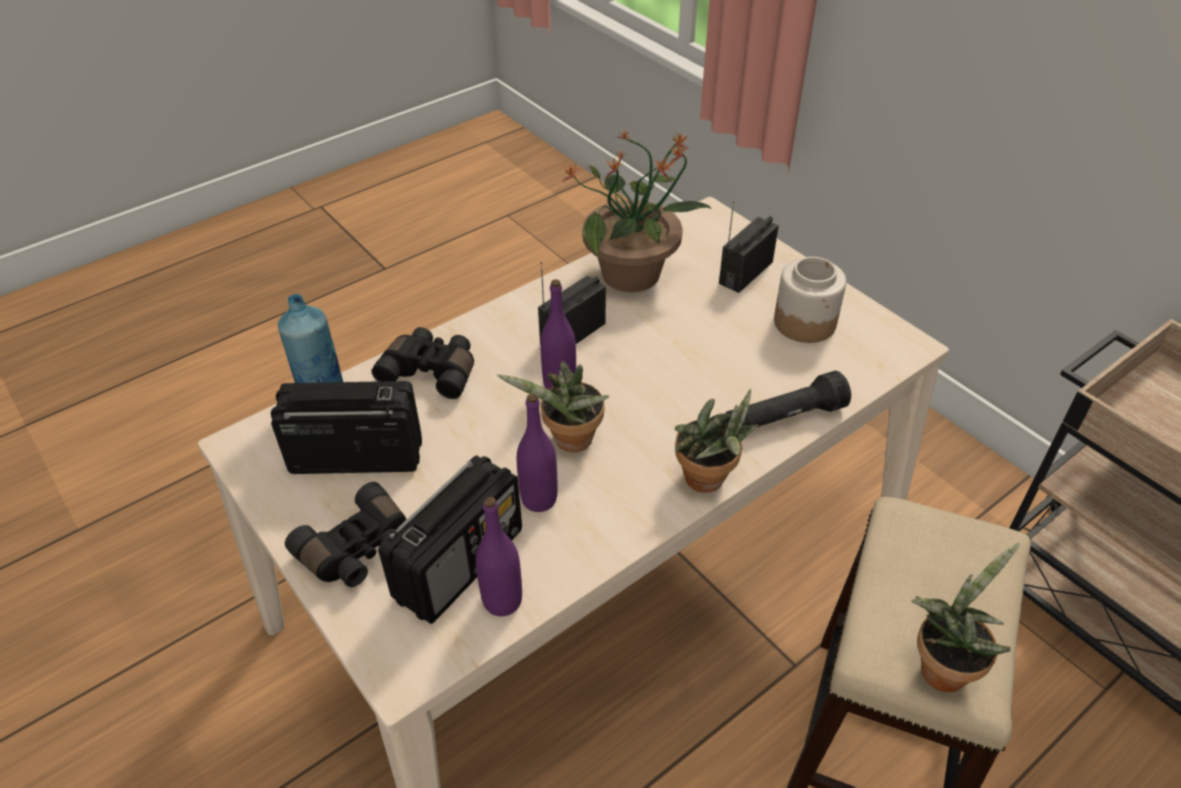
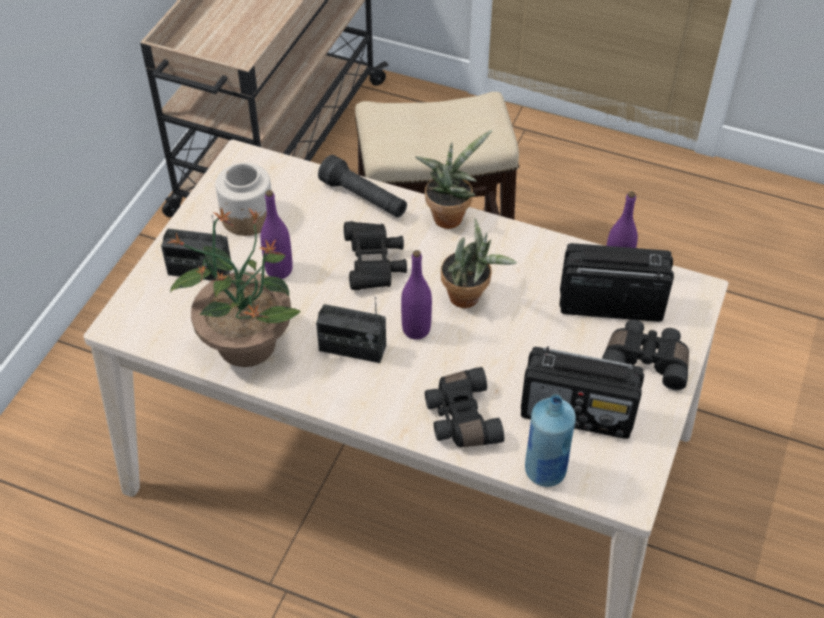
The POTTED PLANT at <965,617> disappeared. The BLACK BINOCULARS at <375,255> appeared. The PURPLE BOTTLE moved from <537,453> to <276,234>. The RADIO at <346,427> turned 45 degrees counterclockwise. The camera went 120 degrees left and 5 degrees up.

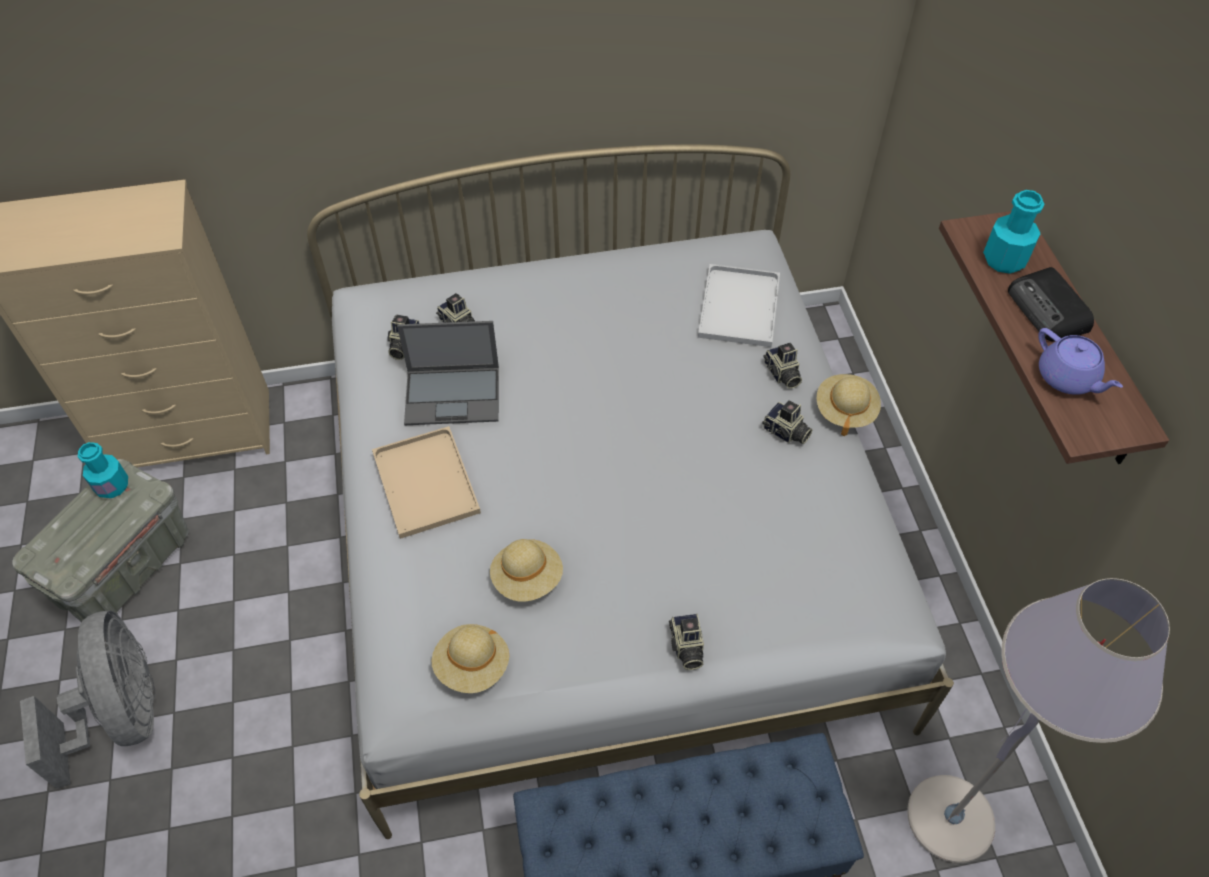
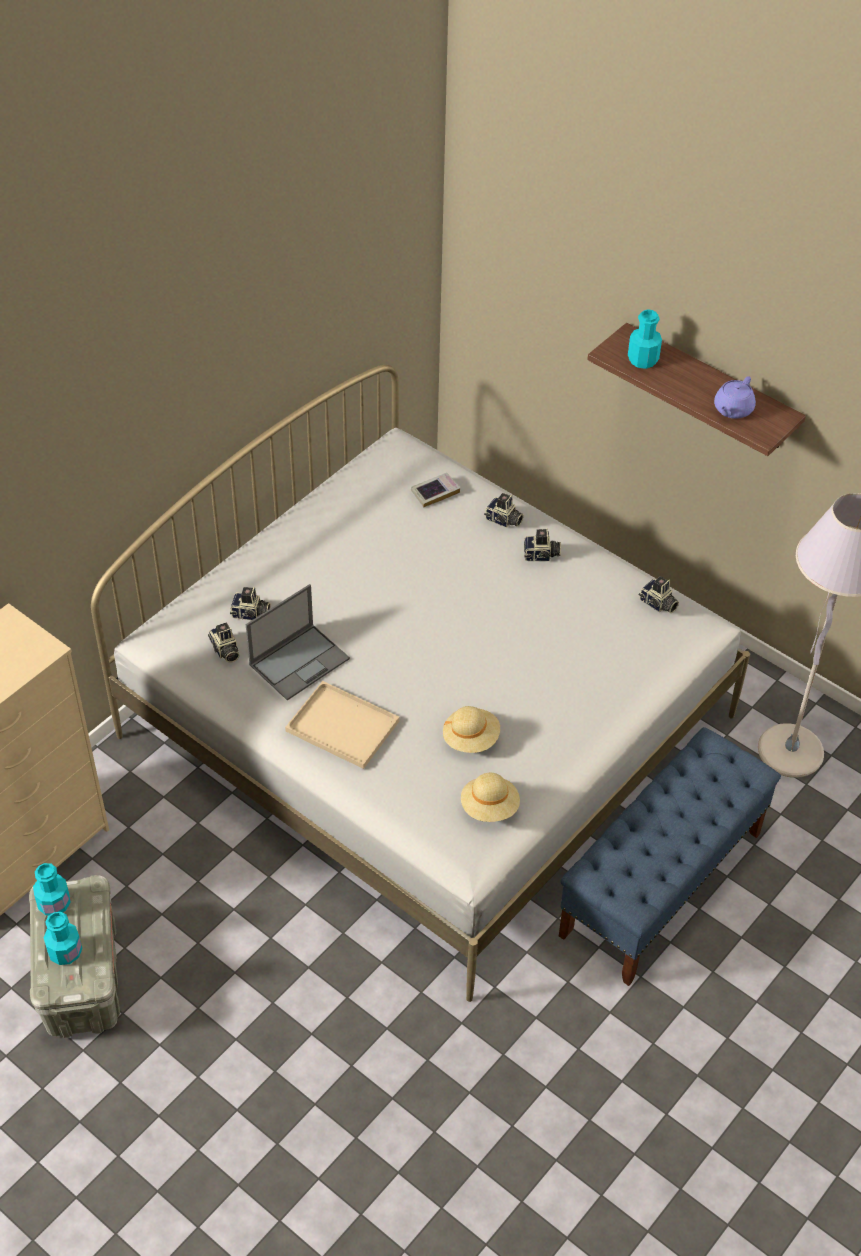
The GREY FAN at <87,700> disappeared. The BEIGE HAT at <849,405> disappeared. The RADIO at <1051,304> disappeared. The TURQUOISE BOTTLE at <63,938> appeared. The PHOTO CAMERA moved from <686,642> to <659,594>. The WHITE TRAY at <739,305> was replaced by the BOOK at <435,490>. The PURPLE TEAPOT at <1080,361> turned 105 degrees clockwise. The camera went 40 degrees left and 5 degrees down.

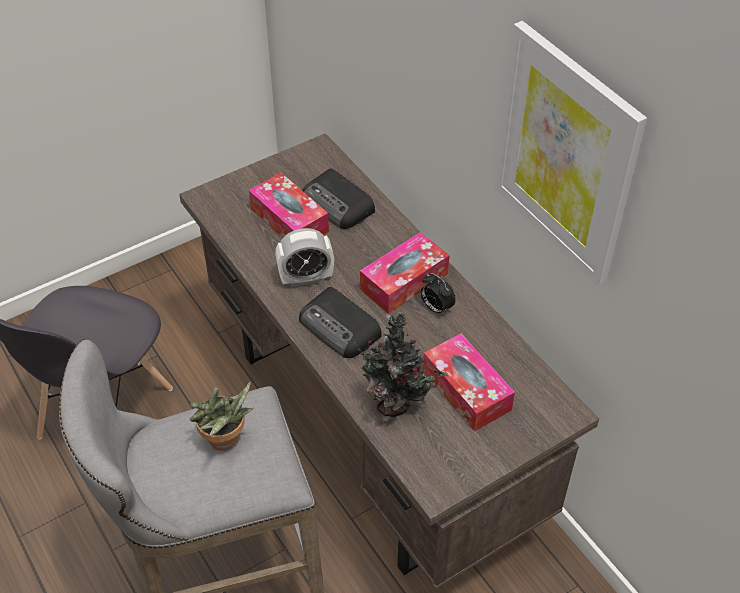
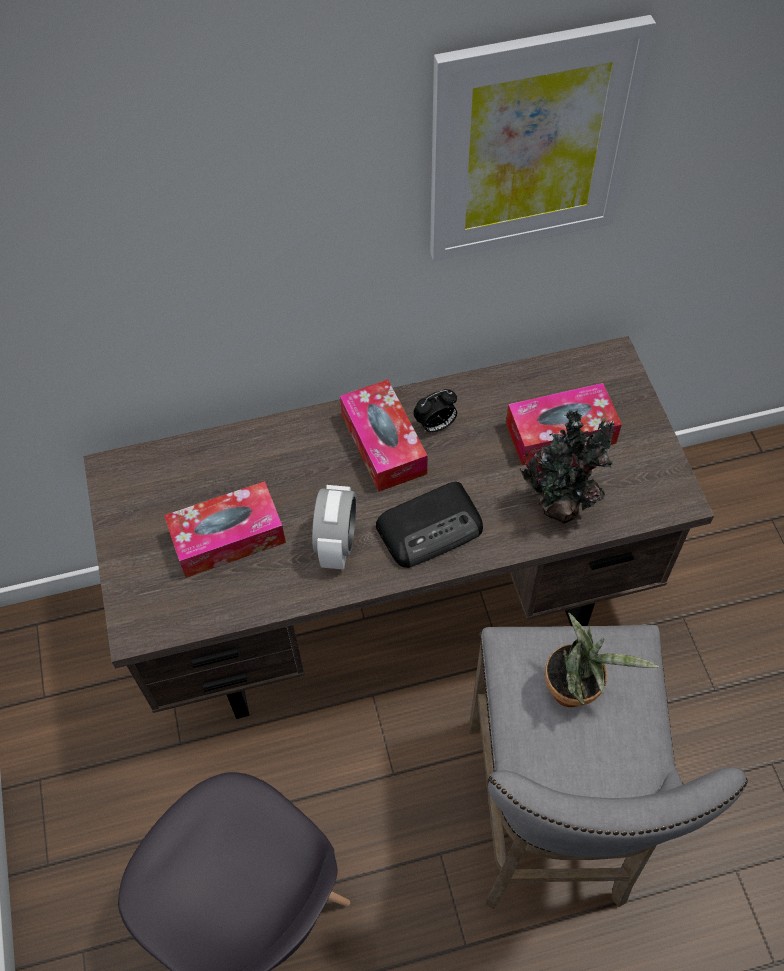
The RADIO at <338,198> disappeared. The camera went 70 degrees left and 10 degrees up.

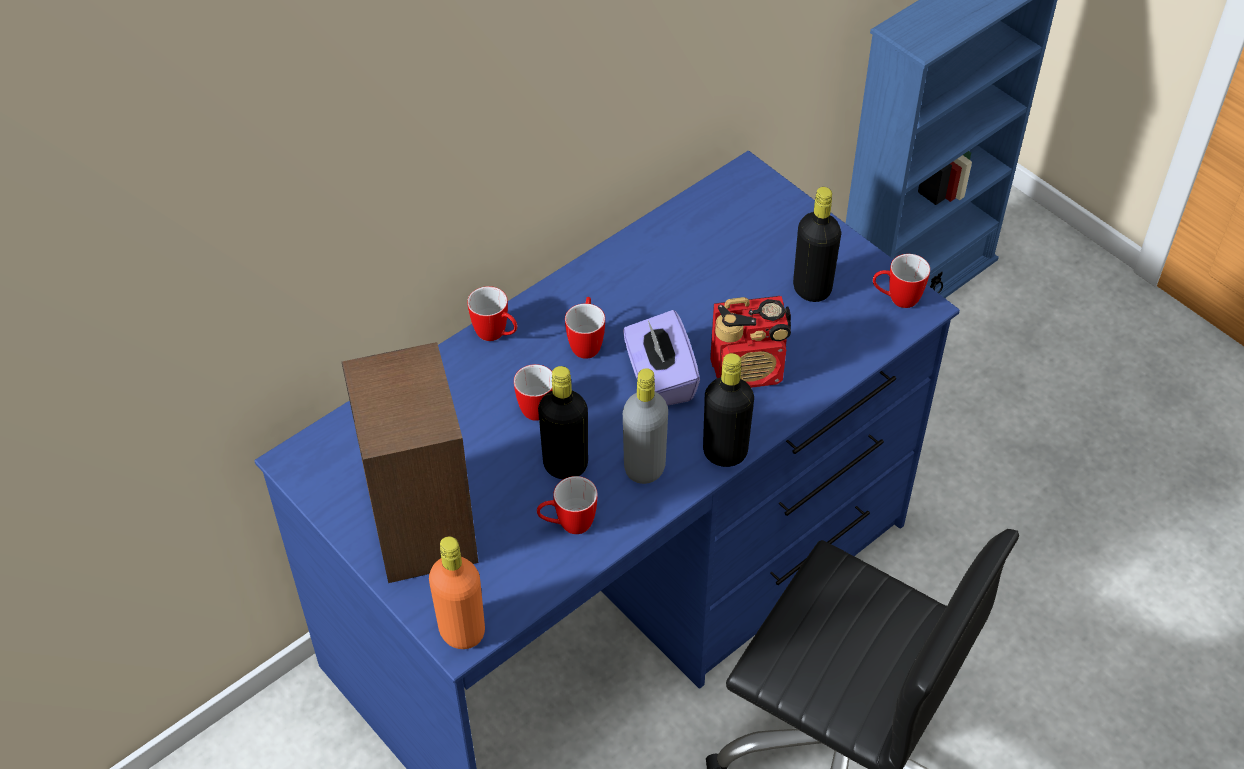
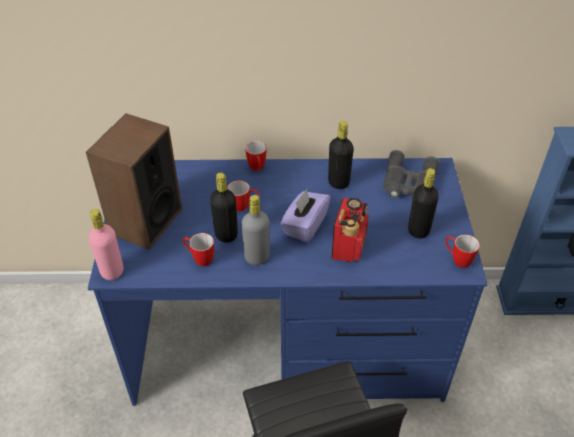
The MUG at <585,328> disappeared. The GREY BINOCULARS at <411,175> appeared. The BLACK BOTTLE moved from <728,410> to <341,155>. The ORANGE BOTTLE at <457,593> became the PINK BOTTLE at <106,244>. The RADIO at <750,342> turned 105 degrees counterclockwise. The camera went 40 degrees right and 5 degrees down.

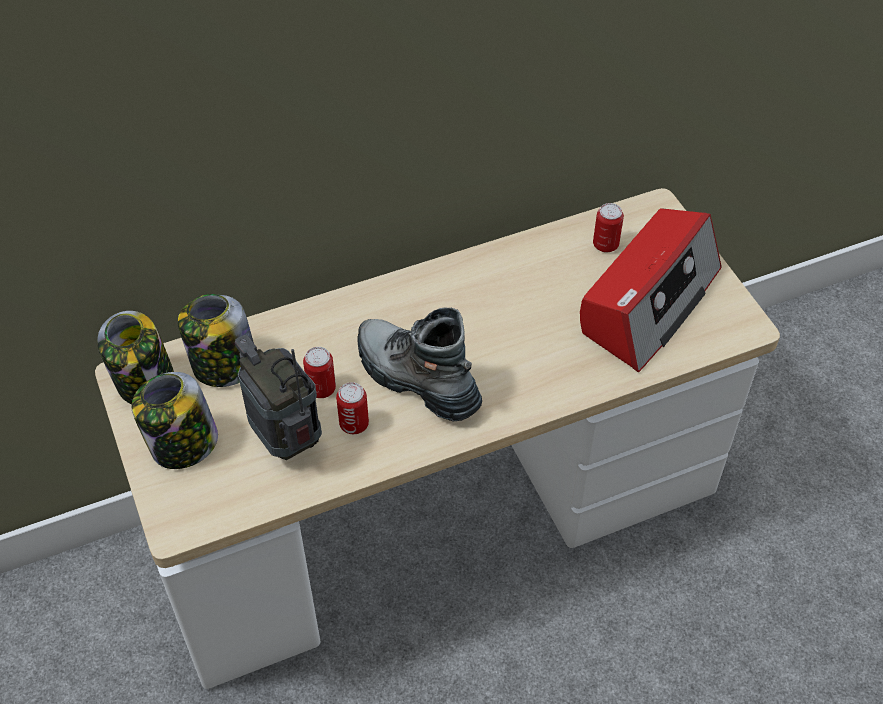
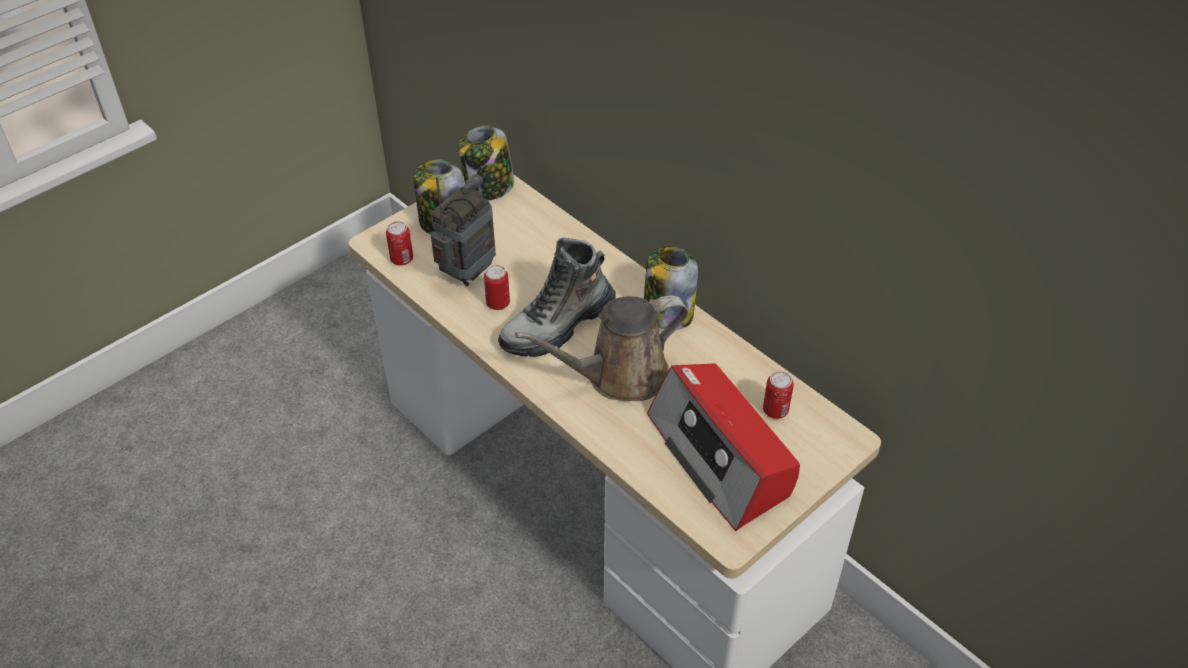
The BROWN WATERING CAN at <602,348> appeared. The JAR moved from <216,340> to <671,288>. The CAN moved from <319,372> to <399,243>. The BOOT at <419,364> turned 150 degrees counterclockwise. The RADIO at <651,290> turned 45 degrees clockwise. The camera went 70 degrees right and 5 degrees down.

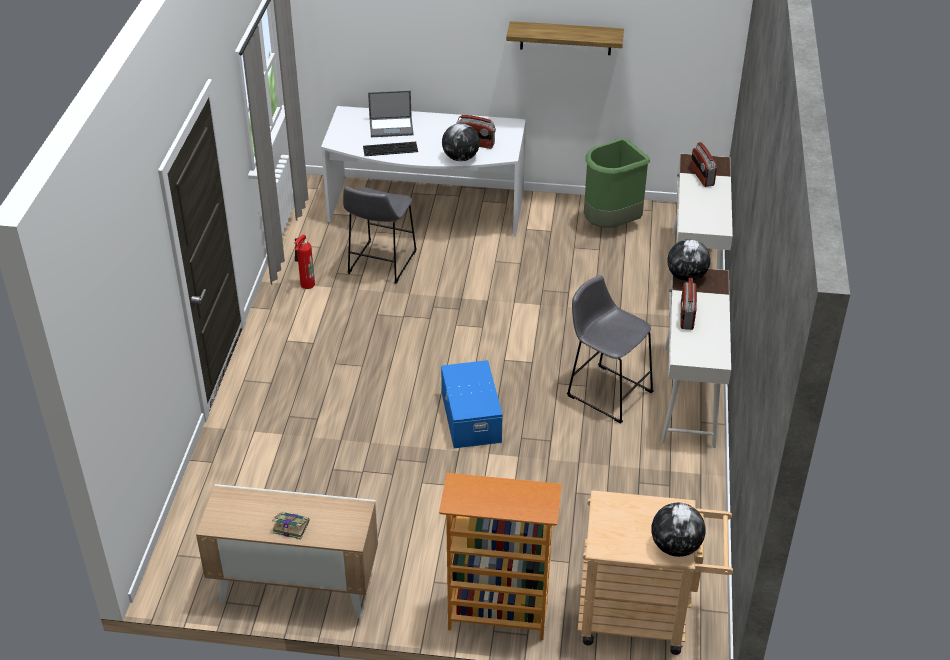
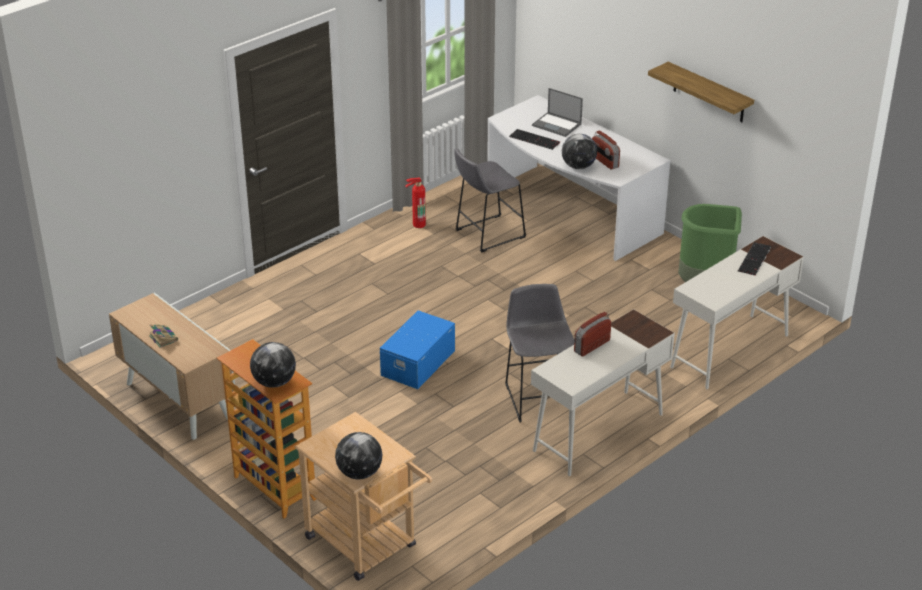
The GLOBE moved from <688,260> to <273,365>. The RADIO at <704,164> was replaced by the KEYBOARD at <754,259>. The camera went 40 degrees right and 5 degrees down.

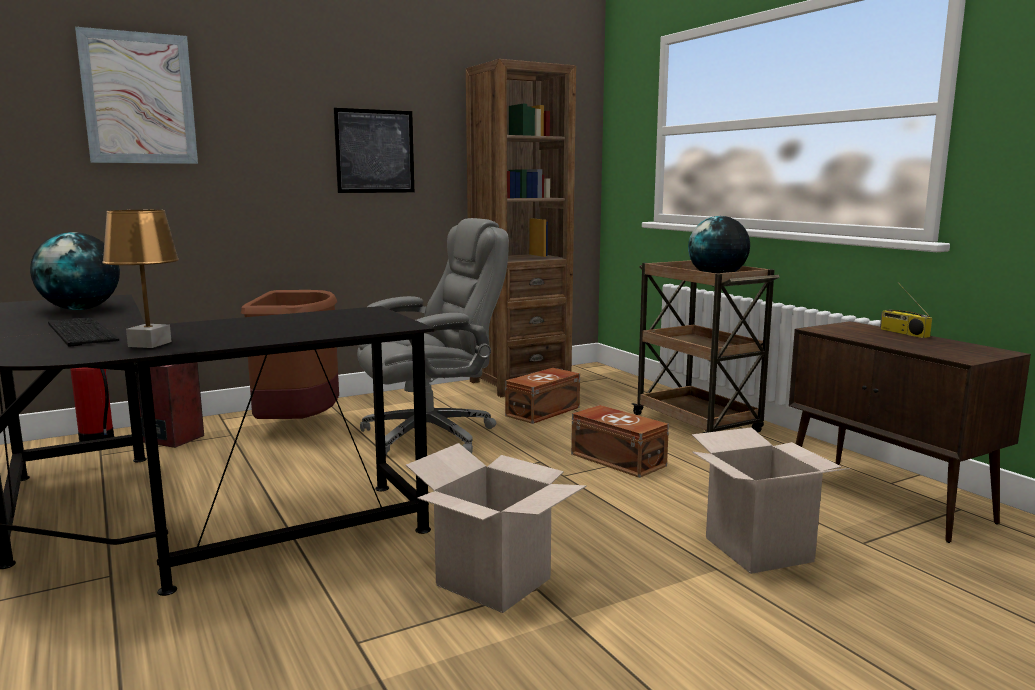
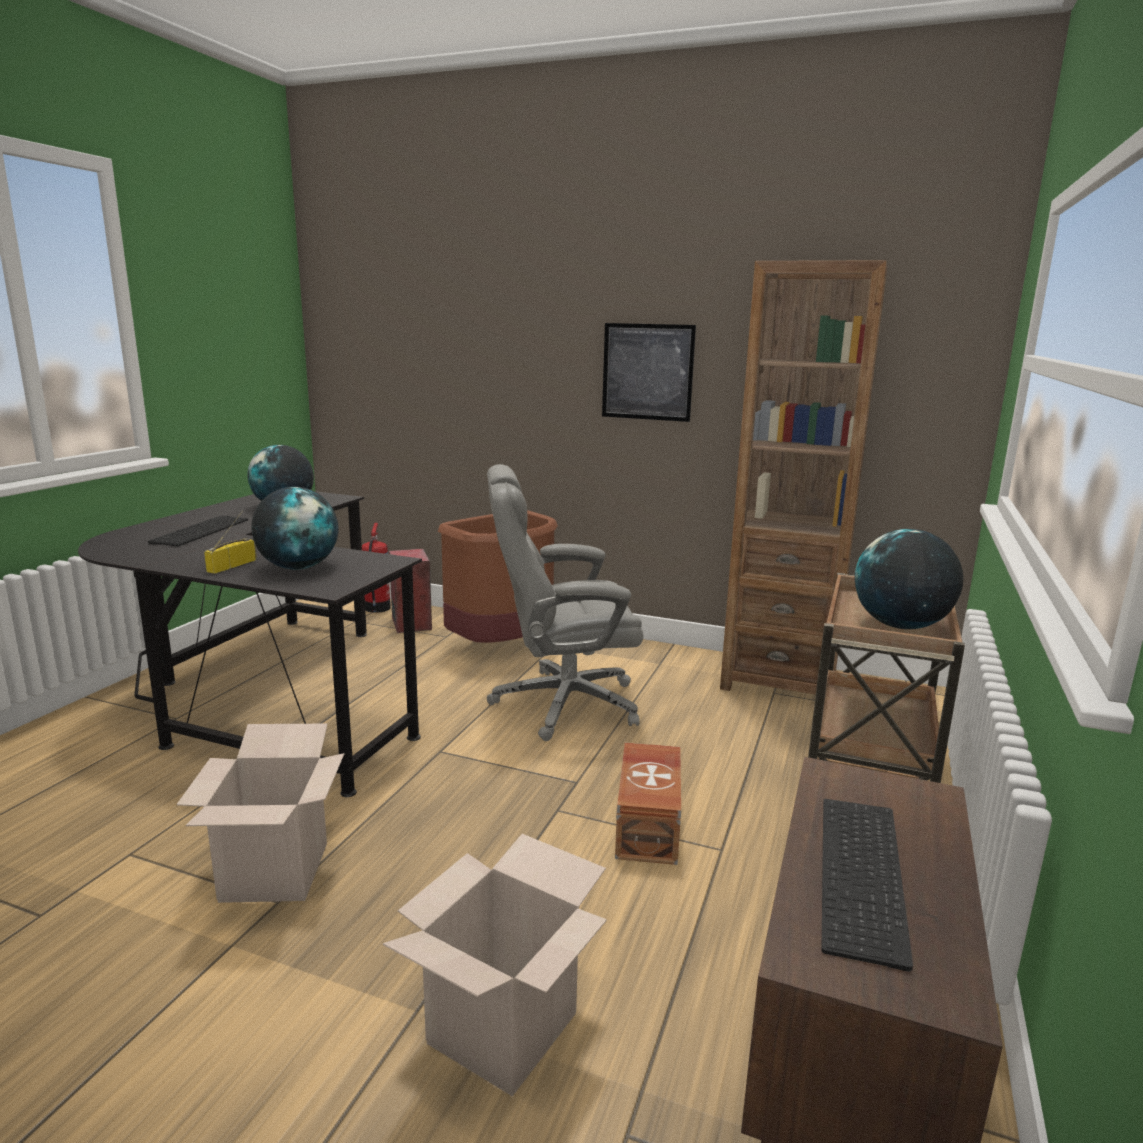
The PICTURE at <136,95> disappeared. The BROWN TABLE LAMP at <140,279> disappeared. The BROWN STORAGE BOX at <542,396> disappeared. The GLOBE at <295,528> appeared. The KEYBOARD at <867,885> appeared. The RADIO moved from <906,310> to <230,542>. The GREY OFFICE CHAIR at <433,336> turned 150 degrees clockwise. The camera went 50 degrees right and 5 degrees up.

